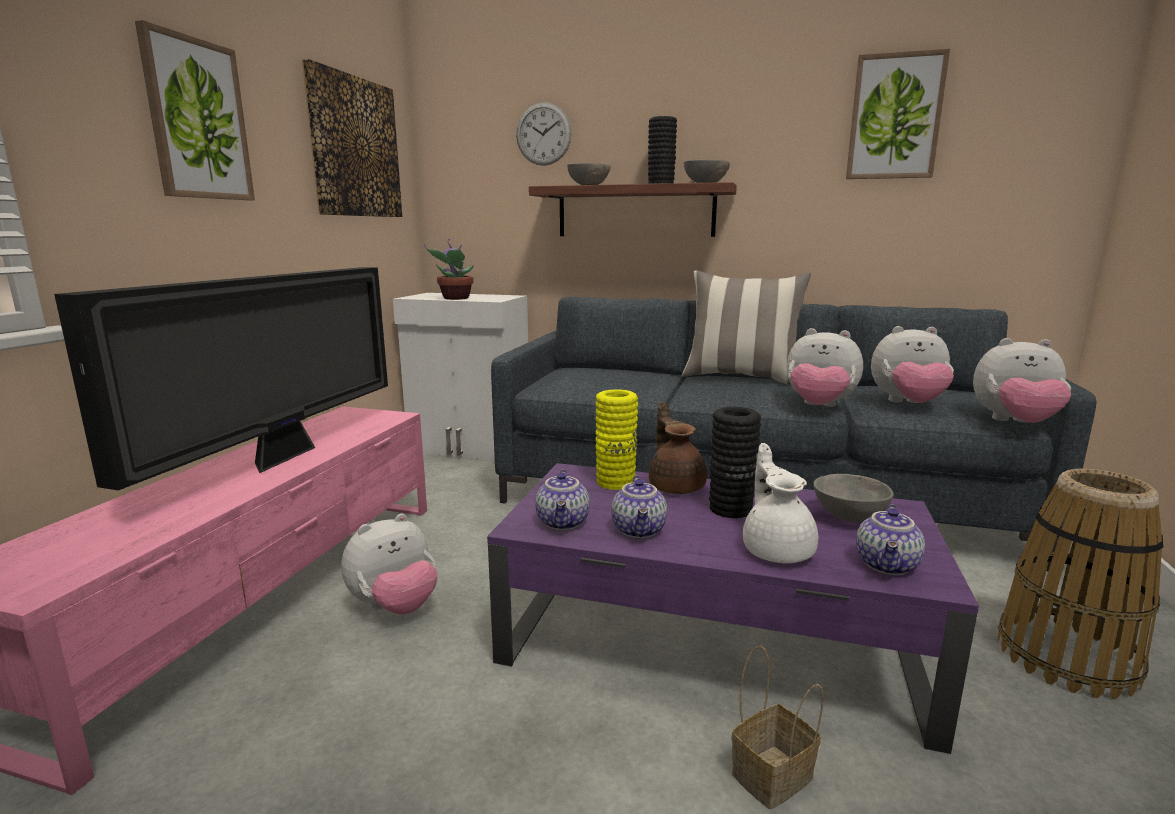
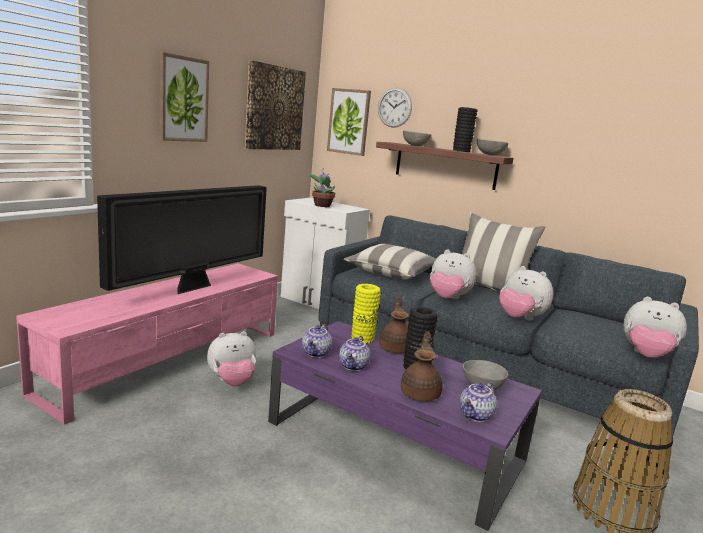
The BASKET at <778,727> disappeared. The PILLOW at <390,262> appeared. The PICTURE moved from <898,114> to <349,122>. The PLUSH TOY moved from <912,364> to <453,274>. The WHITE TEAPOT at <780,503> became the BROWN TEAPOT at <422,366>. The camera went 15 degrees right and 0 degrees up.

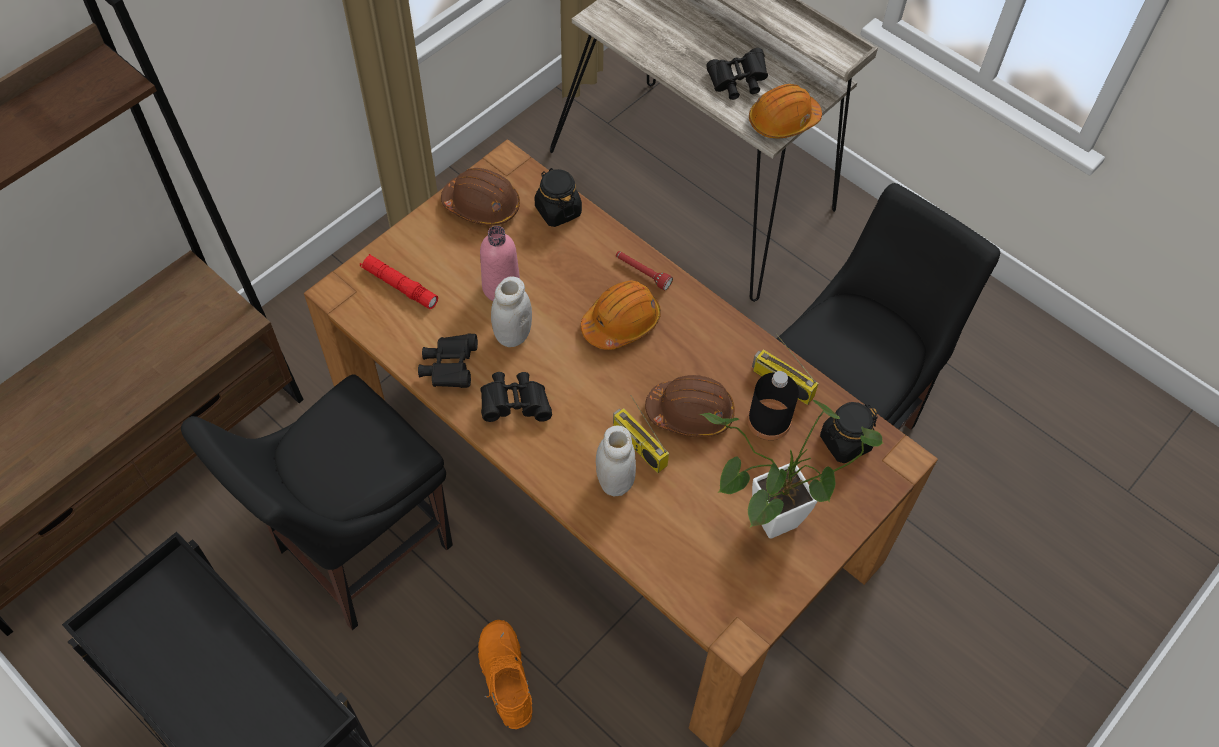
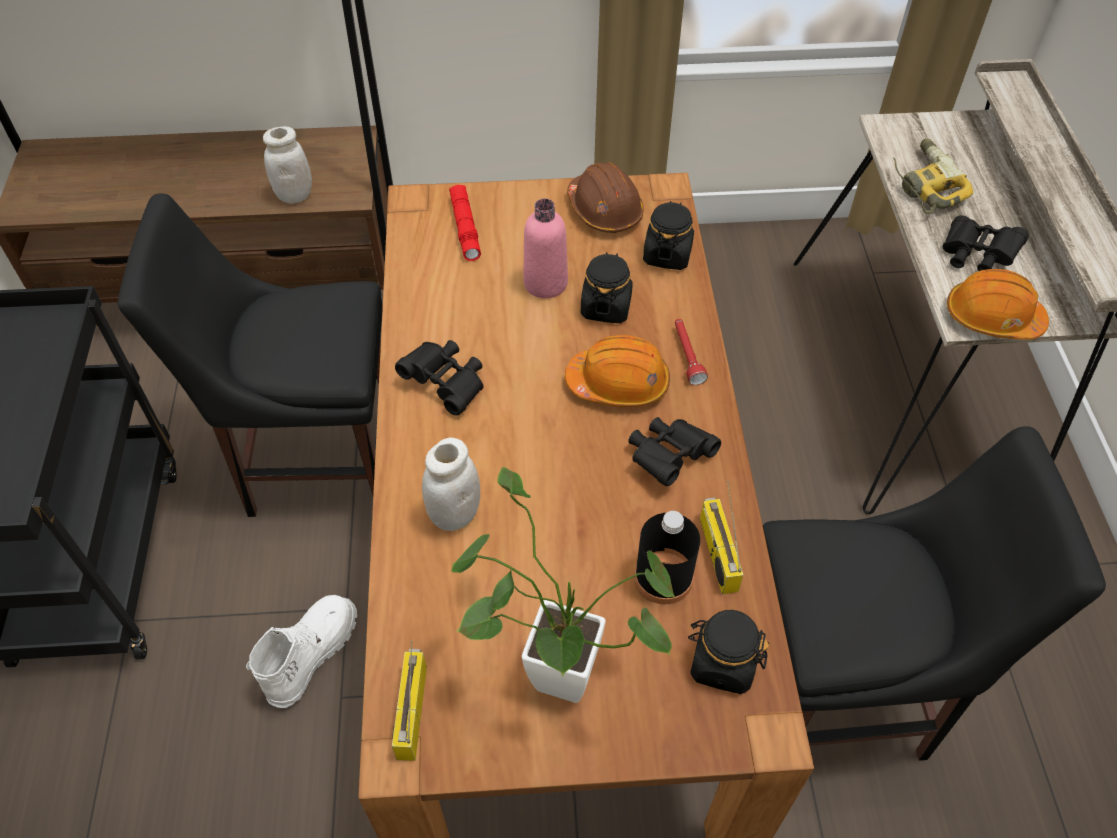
The BROWN HARD HAT at <690,406> disappeared. The BLACK JAR at <607,287> appeared. The POWER DRILL at <933,176> appeared. The BLACK BINOCULARS moved from <448,361> to <674,451>. The WHITE JAR moved from <511,311> to <287,164>. The RADIO moved from <641,434> to <409,701>. The ORANGE BOOT at <505,674> became the WHITE BOOT at <301,651>. The camera went 45 degrees right and 5 degrees down.

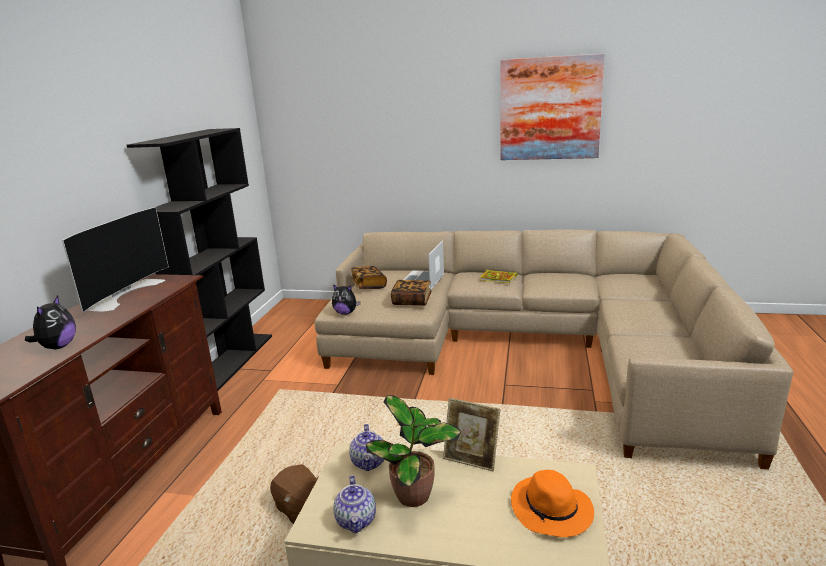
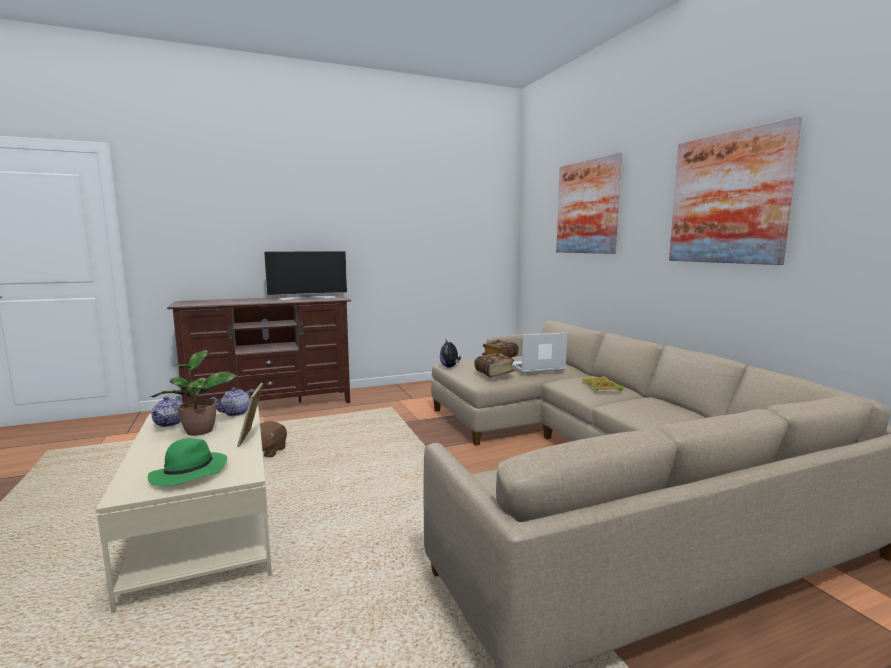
The PLUSH TOY at <50,322> disappeared. The BLACK BOOKCASE at <199,259> disappeared. The PICTURE at <589,203> appeared. The ORANGE HAT at <552,503> became the GREEN HAT at <187,462>. The TEAPOT at <354,504> turned 45 degrees counterclockwise. The camera went 55 degrees right and 10 degrees down.

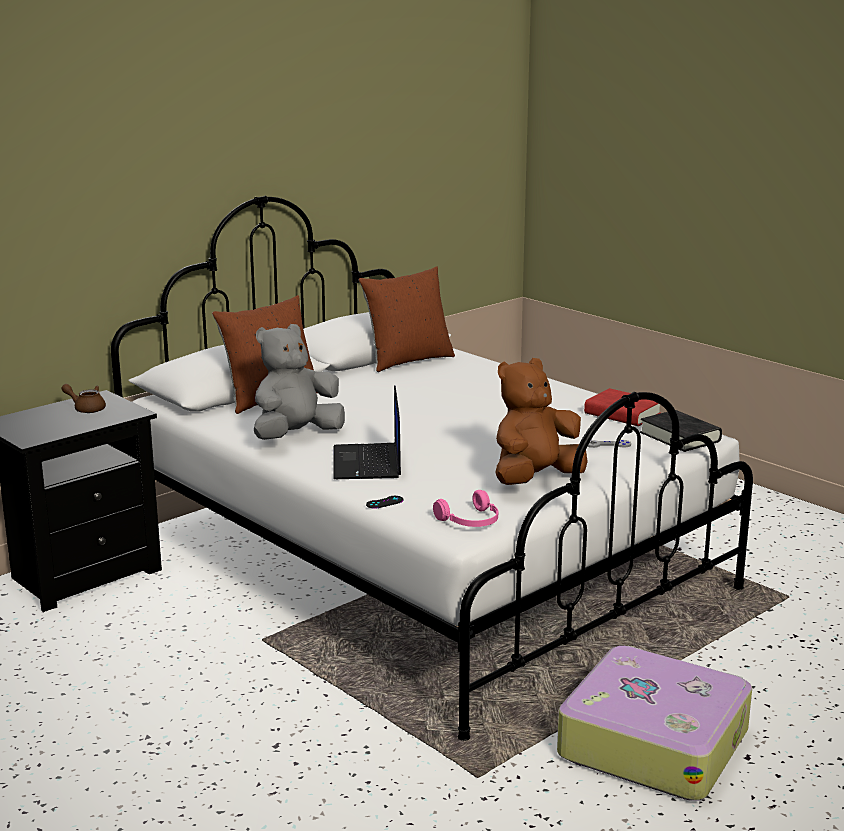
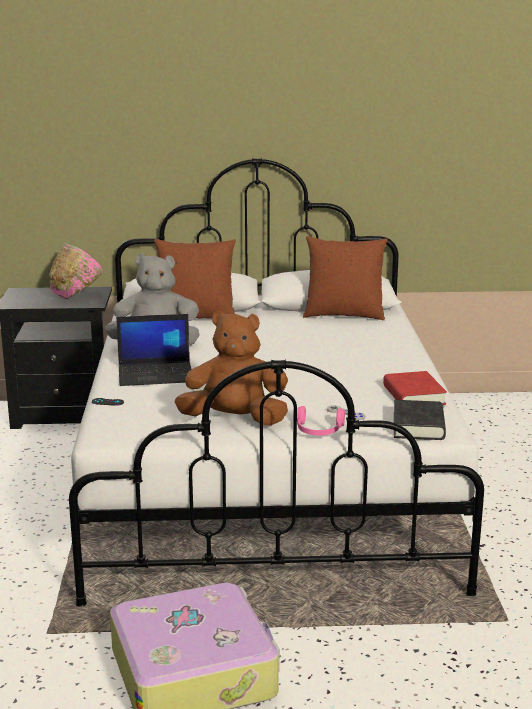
The PINK HEADPHONES moved from <465,508> to <321,420>. The BROWN TEAPOT at <83,398> was replaced by the PINK BOWL at <76,271>. The LAPTOP at <367,432> turned 135 degrees counterclockwise. The camera went 40 degrees right and 0 degrees up.

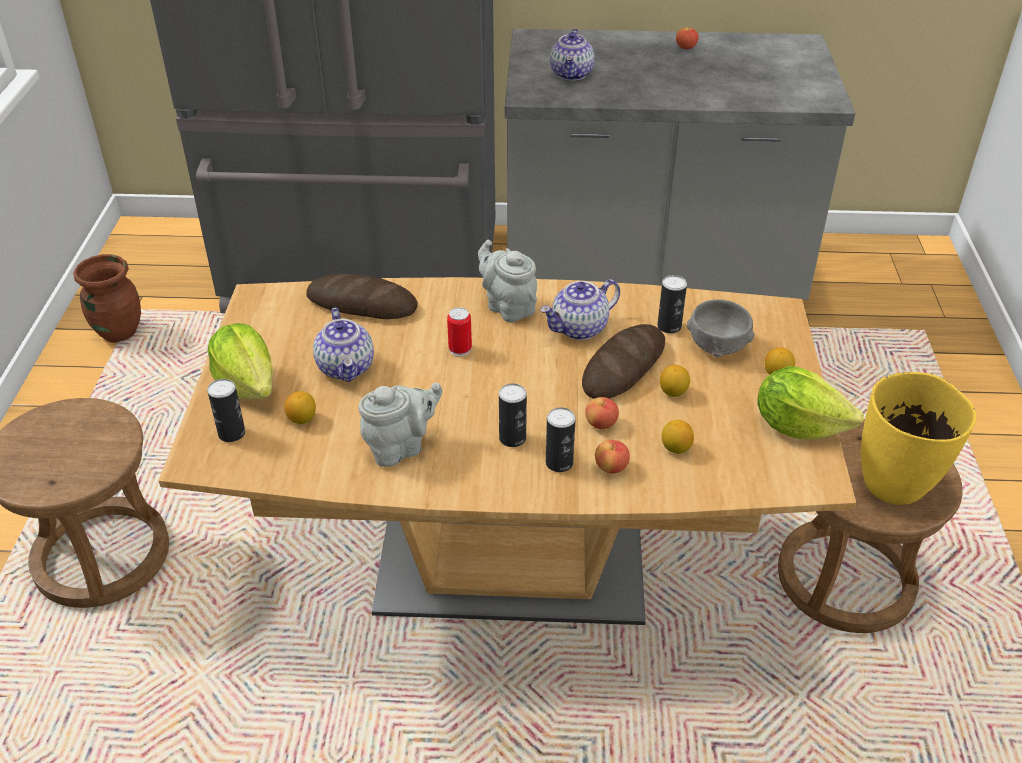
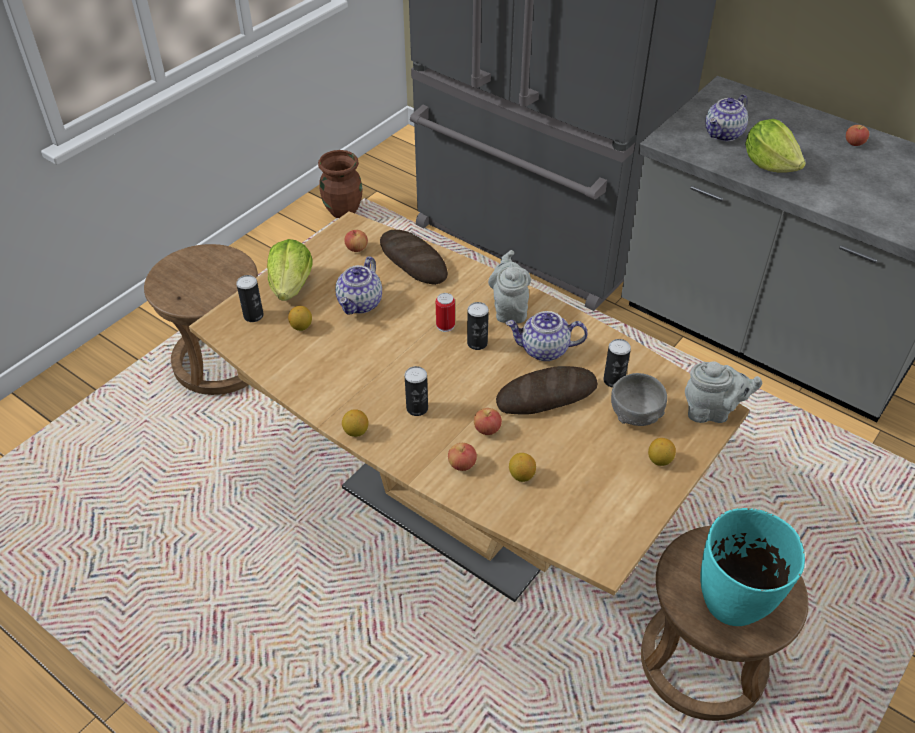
The APPLE at <356,241> appeared. The GREY TEAPOT moved from <400,424> to <723,392>. The CAN moved from <561,439> to <478,326>. The LEMON moved from <675,381> to <355,423>. The LETTUCE moved from <810,403> to <775,146>. The YELLOW VASE at <919,438> became the TURQUOISE VASE at <752,567>. The camera went 35 degrees right and 5 degrees up.

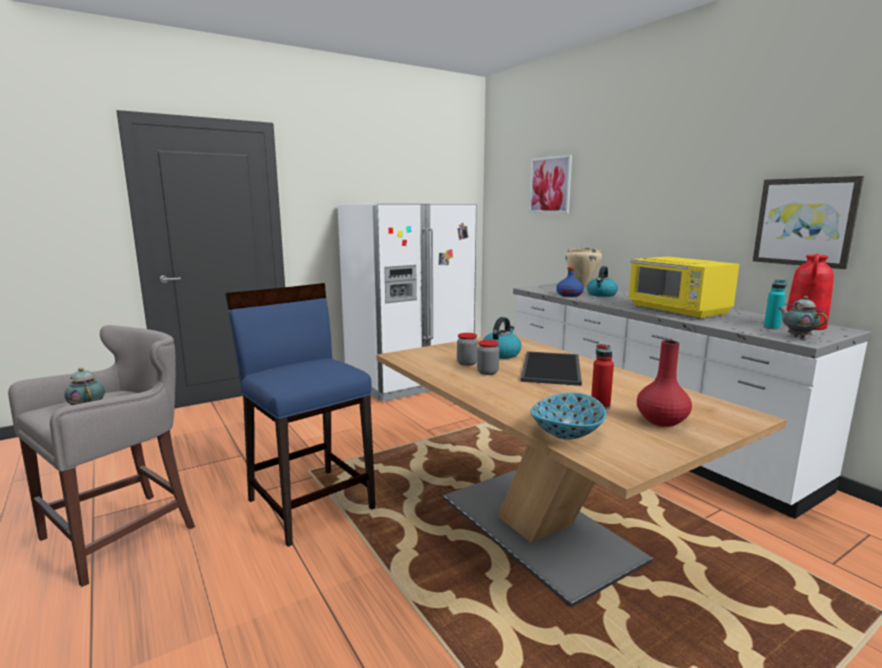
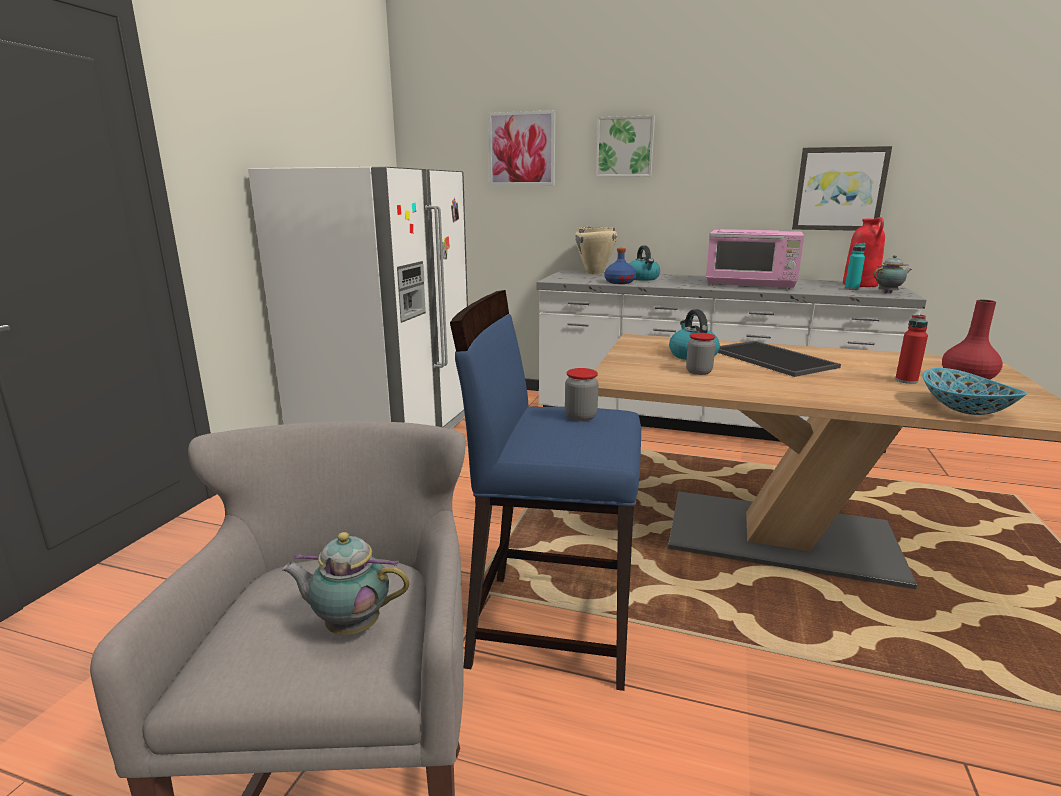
The PICTURE at <625,146> appeared. The JAR moved from <488,357> to <582,394>. The YELLOW MICROWAVE at <684,288> became the PINK MICROWAVE at <755,259>. The TEAPOT at <803,317> turned 135 degrees clockwise. The camera went 40 degrees left and 5 degrees up.

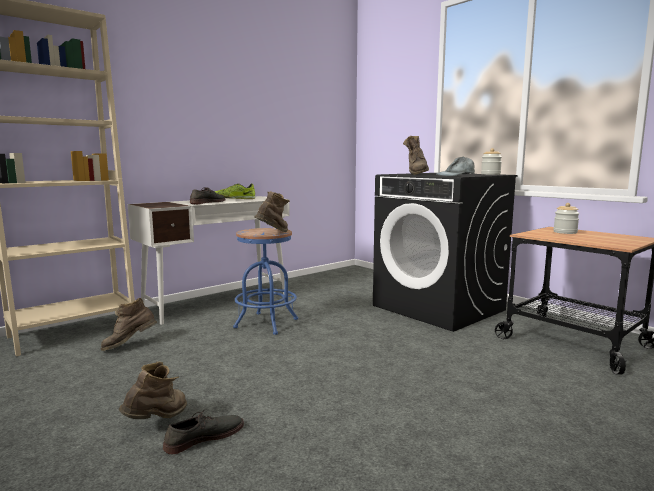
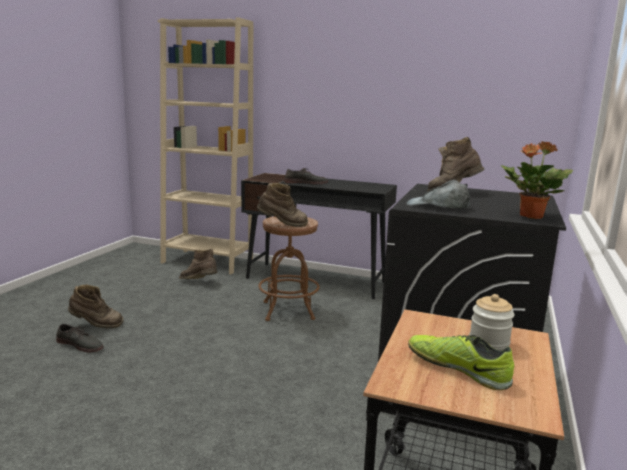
The SHOE moved from <235,191> to <461,362>. The JAR at <491,161> was replaced by the POTTED PLANT at <537,180>. The WHITE DESK at <209,260> became the BLACK DESK at <319,236>. The BLUE STOOL at <265,281> became the BROWN STOOL at <289,268>. The camera went 60 degrees right and 5 degrees up.

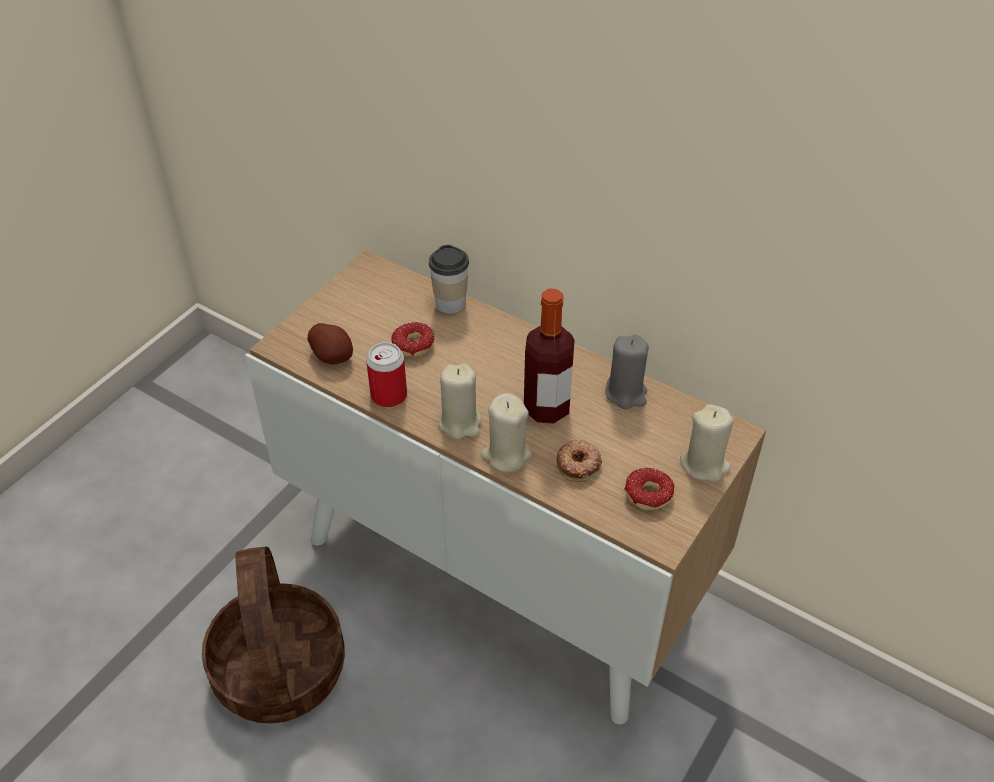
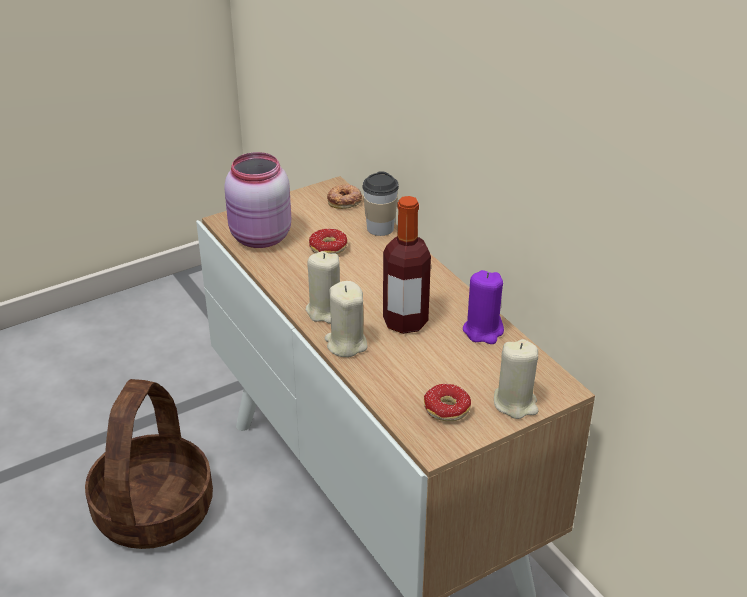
The CAN at <386,374> disappeared. The DONUT moved from <579,461> to <344,196>. The POTATO at <330,344> was replaced by the PINK JAR at <257,200>. The GREY CANDLE at <627,372> became the PURPLE CANDLE at <483,307>. The camera went 25 degrees right and 10 degrees down.

